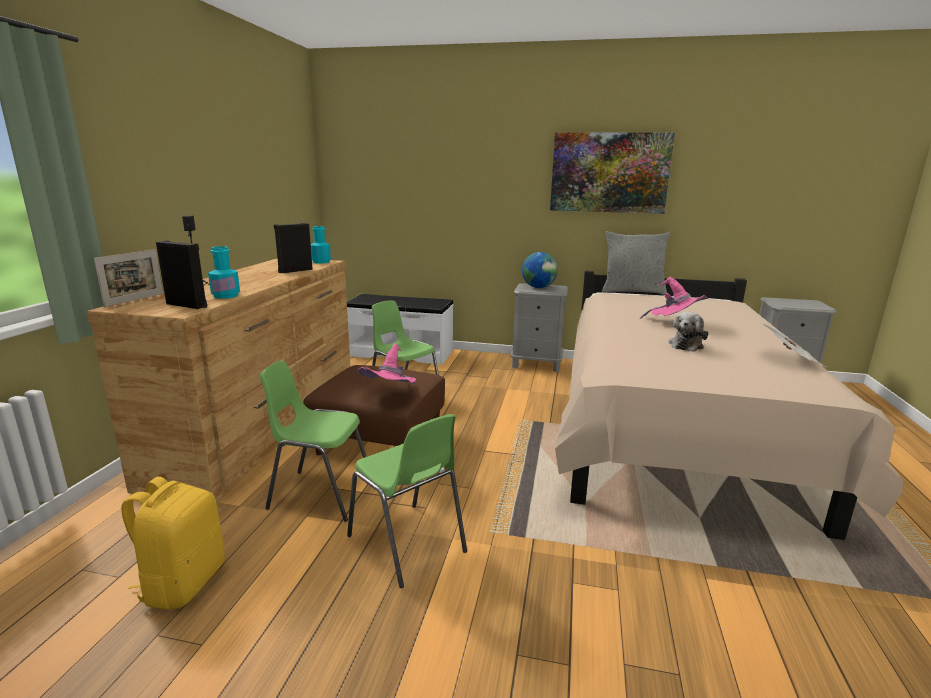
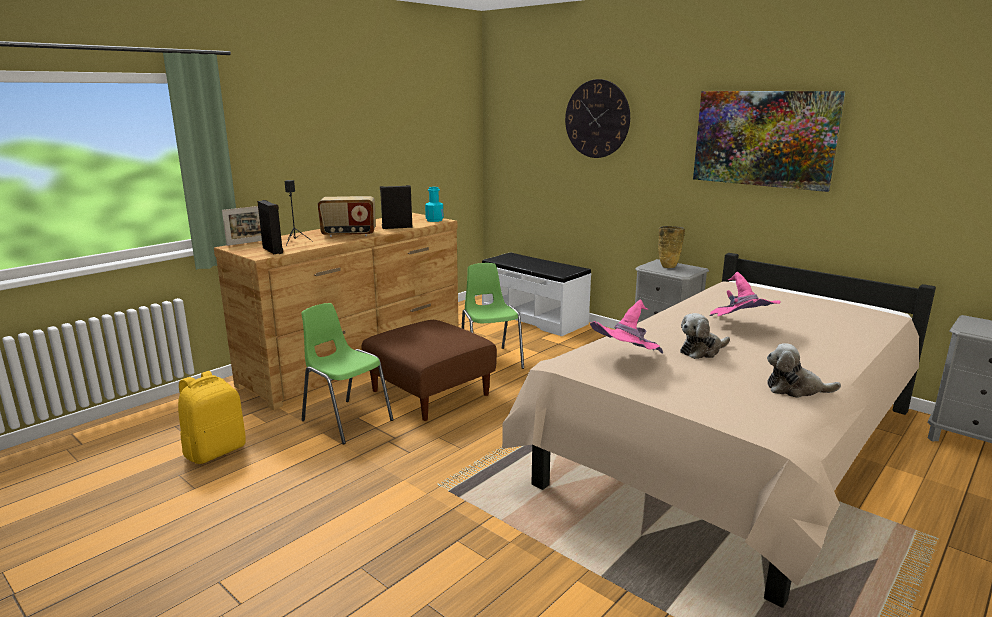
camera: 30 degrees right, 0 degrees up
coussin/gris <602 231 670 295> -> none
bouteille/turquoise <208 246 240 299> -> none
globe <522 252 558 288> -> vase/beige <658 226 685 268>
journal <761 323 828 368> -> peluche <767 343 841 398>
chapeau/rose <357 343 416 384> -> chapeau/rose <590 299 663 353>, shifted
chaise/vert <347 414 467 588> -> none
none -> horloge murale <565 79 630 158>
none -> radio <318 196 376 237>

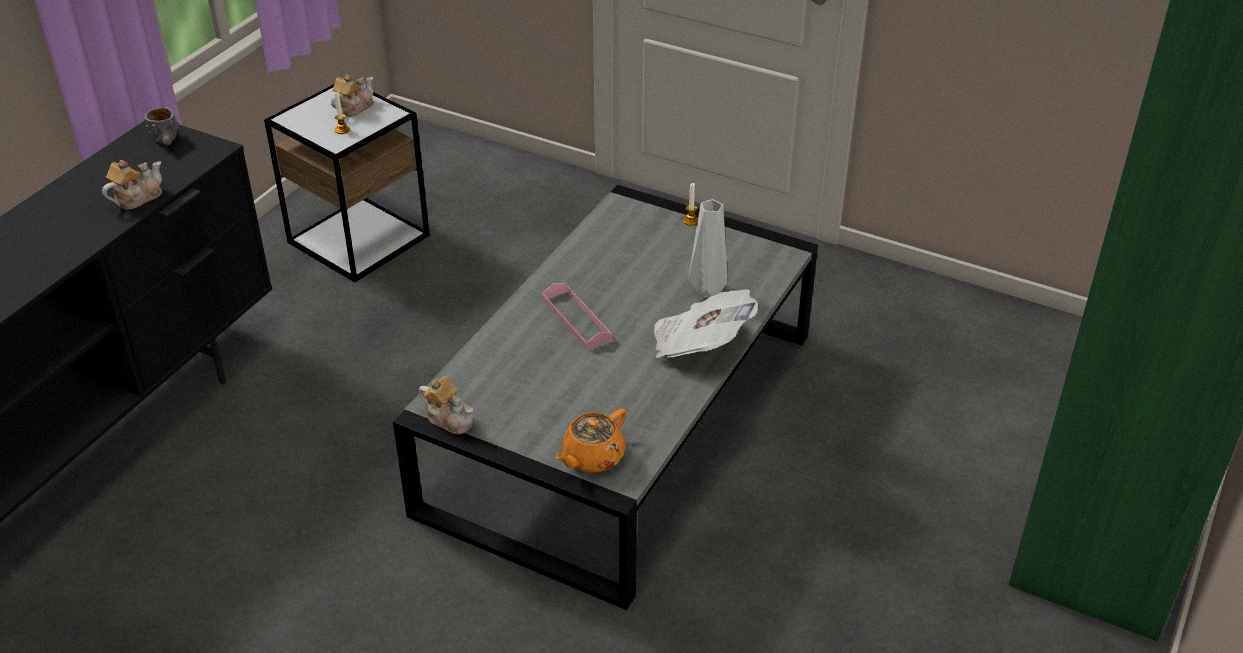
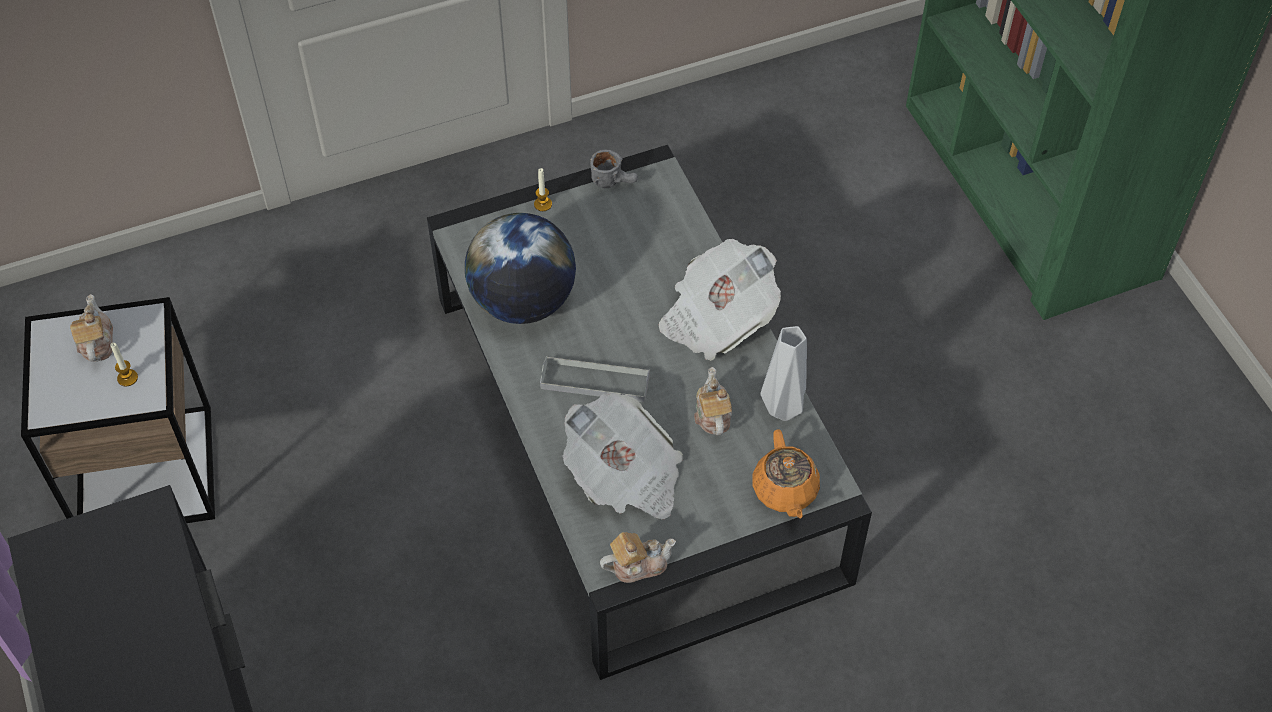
camera: 50 degrees left, 15 degrees up
mug/gris <144 107 179 145> -> mug/gris <590 150 638 188>, shifted
théière <102 160 162 210> -> théière <694 367 732 435>, shifted
vase/gris <688 199 727 298> -> vase/gris <760 326 807 421>, shifted
plateau/rose <542 283 612 350> -> plateau/gris <540 356 650 403>
none -> globe <465 213 576 324>
none -> journal <562 393 683 519>

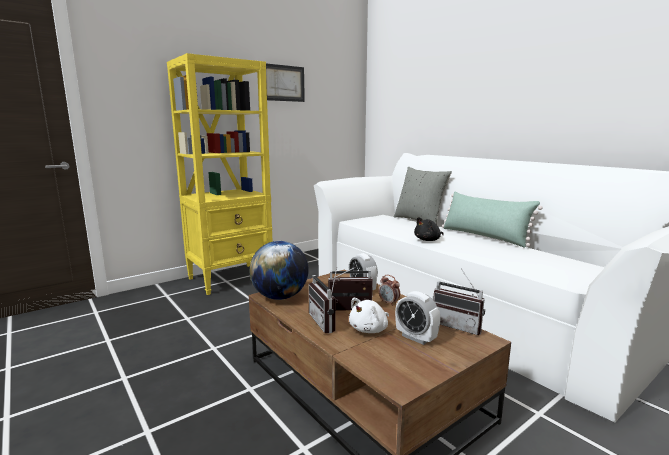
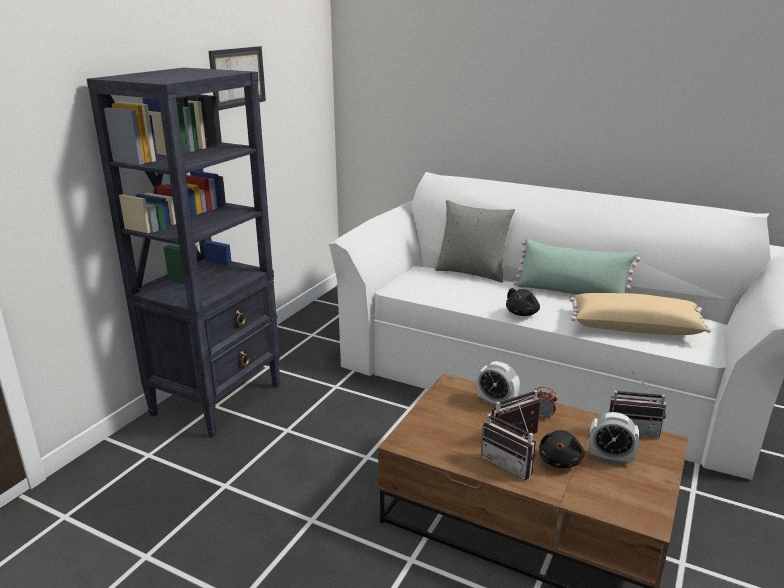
camera: 25 degrees left, 10 degrees up
bibliothèque/jaune <167 53 273 295> -> bibliothèque/noir <87 68 280 438>
globe <250 241 309 300> -> none
peluche/blanc <349 298 389 333> -> peluche/noir <539 430 585 468>
none -> coussin/beige <570 293 711 335>

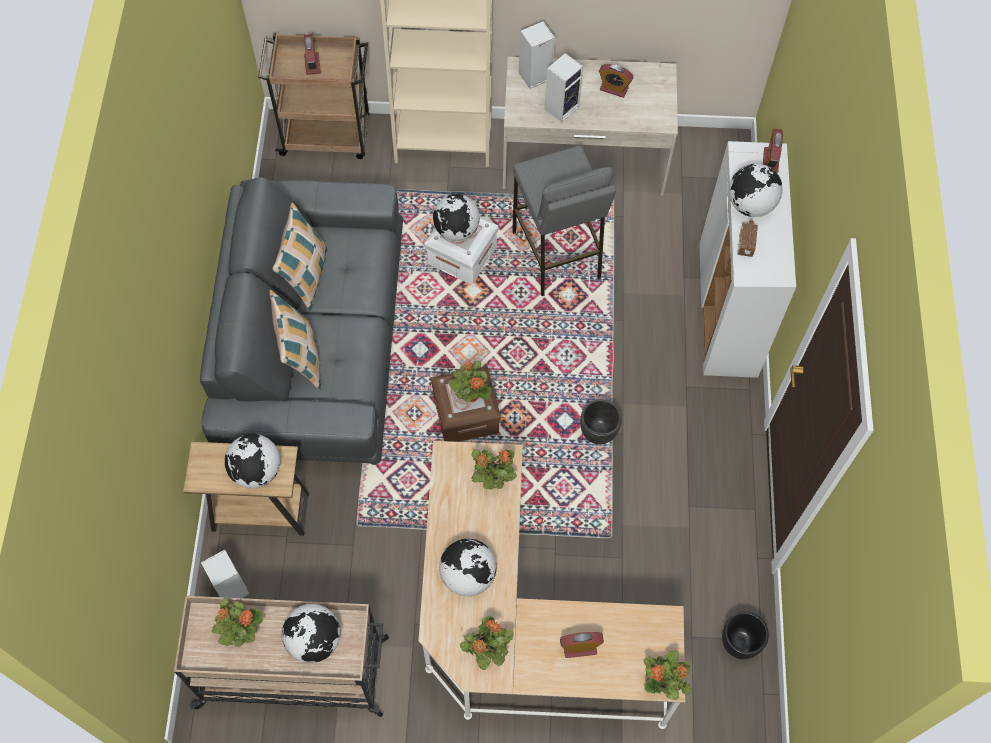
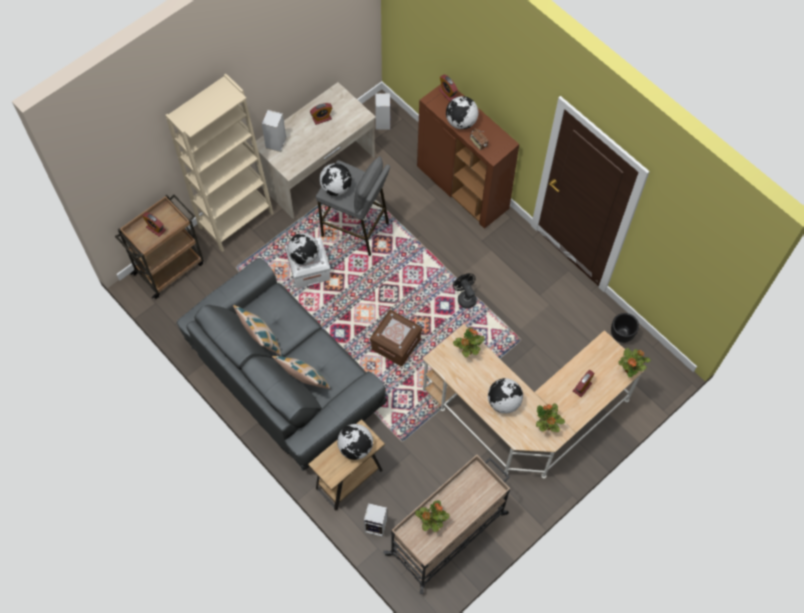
camera: 45 degrees left, 0 degrees up
enceinte <544 53 583 122> -> enceinte <375 93 390 130>, shifted
meuble de rangement/blanc <699 141 796 378> -> meuble de rangement/marron <417 84 519 229>
plante en pot <449 361 491 402> -> none
cache-pot/noir <580 399 622 444> -> ventilateur/noir <453 273 477 309>
globe <282 604 341 663> -> globe <319 163 352 196>, shifted

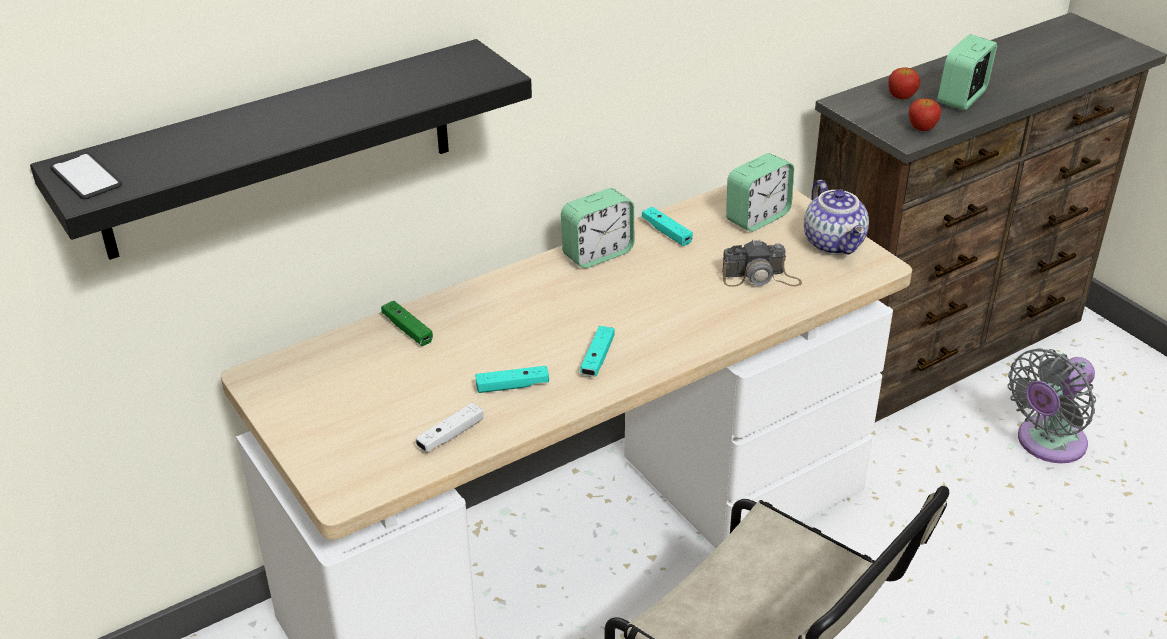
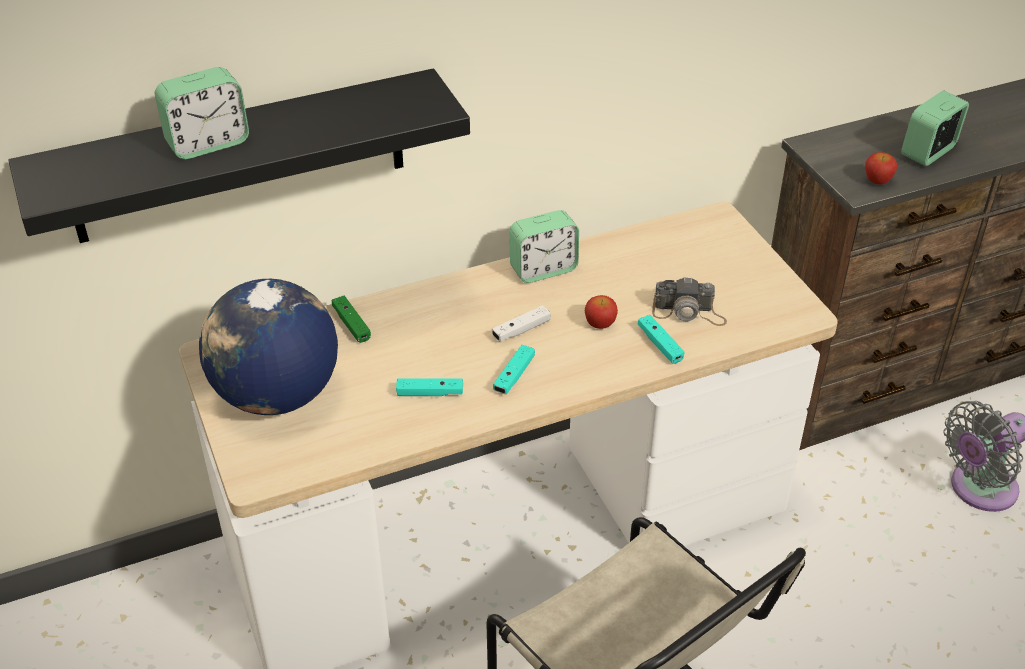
camera: 10 degrees right, 5 degrees up
pomme <888 68 920 99> -> pomme <585 295 618 329>, shifted
téléphone <50 152 122 199> -> none
réveil <726 153 794 232> -> réveil <155 67 249 159>, shifted
théière <804 180 869 255> -> none
manette/turquoise <642 207 693 246> -> manette/turquoise <638 315 684 364>, shifted
manette/blanc <416 403 484 452> -> manette/blanc <492 305 551 342>, shifted
none -> globe <199 279 338 415>

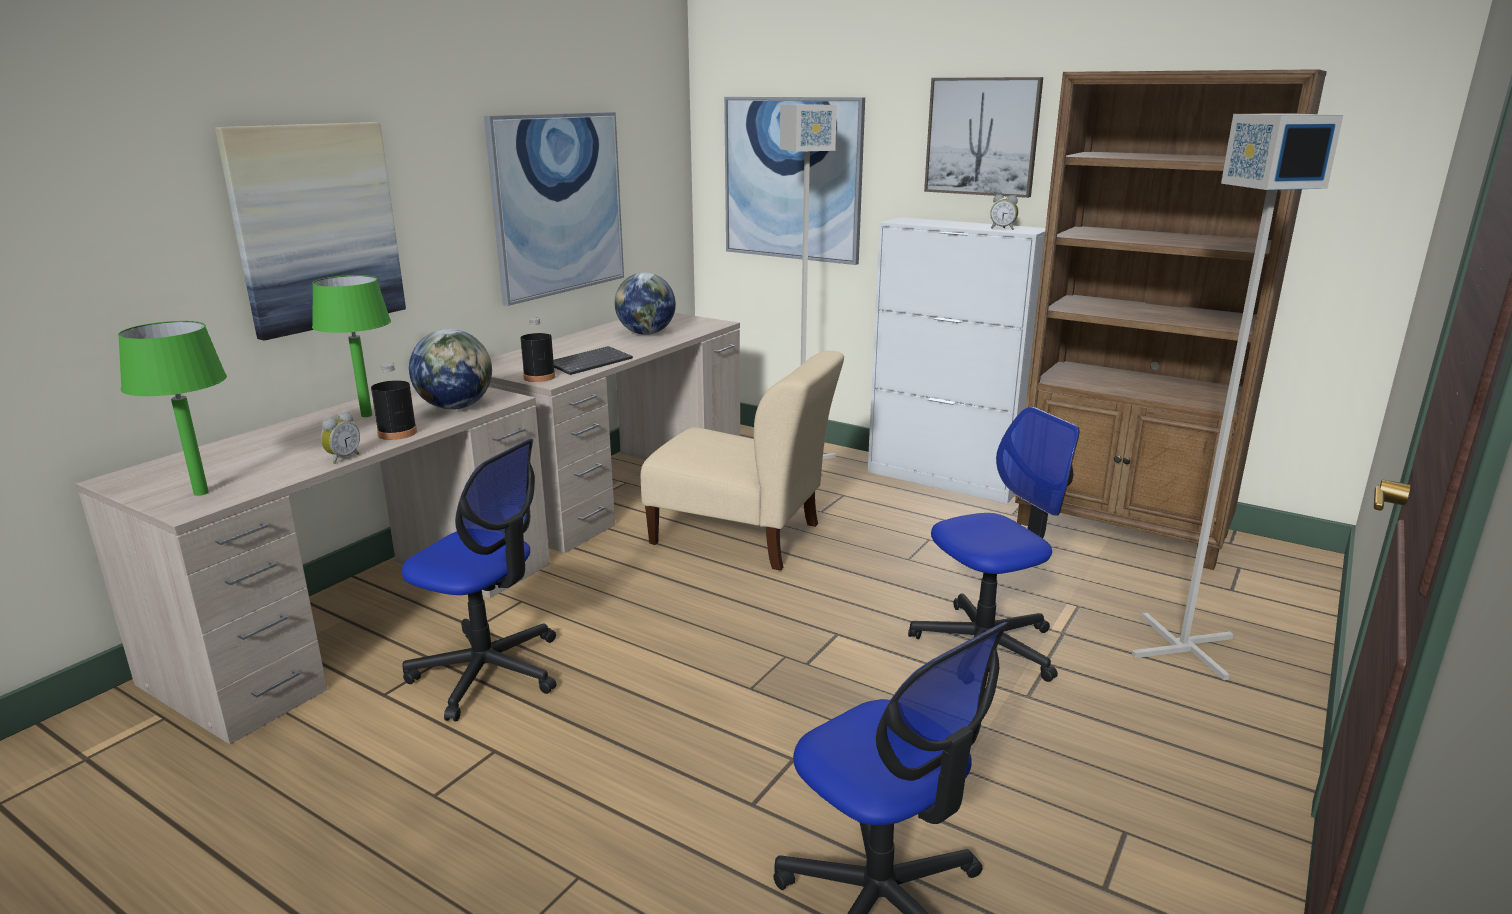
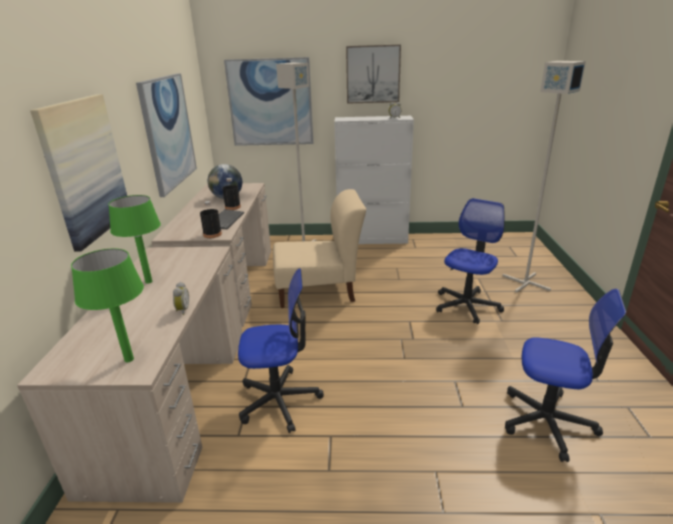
camera: 30 degrees left, 5 degrees up
bibliothèque/marron <1015 69 1327 570> -> none
globe <409 329 492 410> -> none
bouteille/noir <371 363 417 440> -> bouteille/noir <222 178 241 210>, shifted

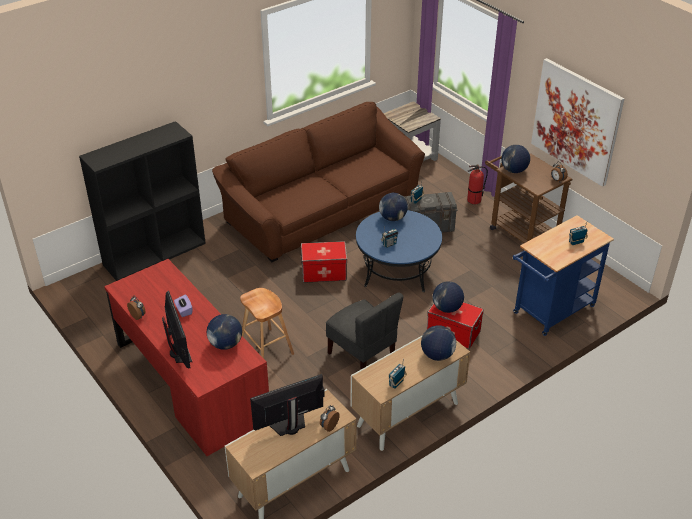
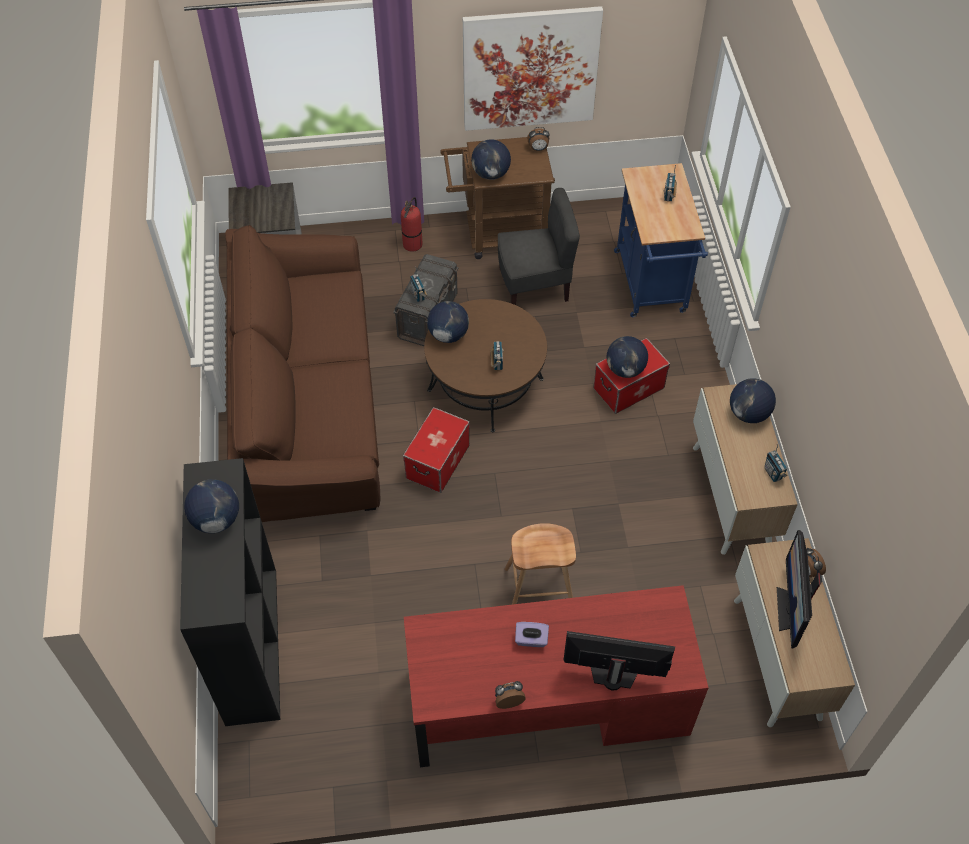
camera: 60 degrees left, 15 degrees up
table basse/bleu <356 210 442 292> -> table basse/marron <424 299 547 432>
chaise/gris <326 292 403 370> -> chaise/gris <498 188 580 305>, shifted
globe <207 314 242 350> -> globe <184 479 239 533>, shifted

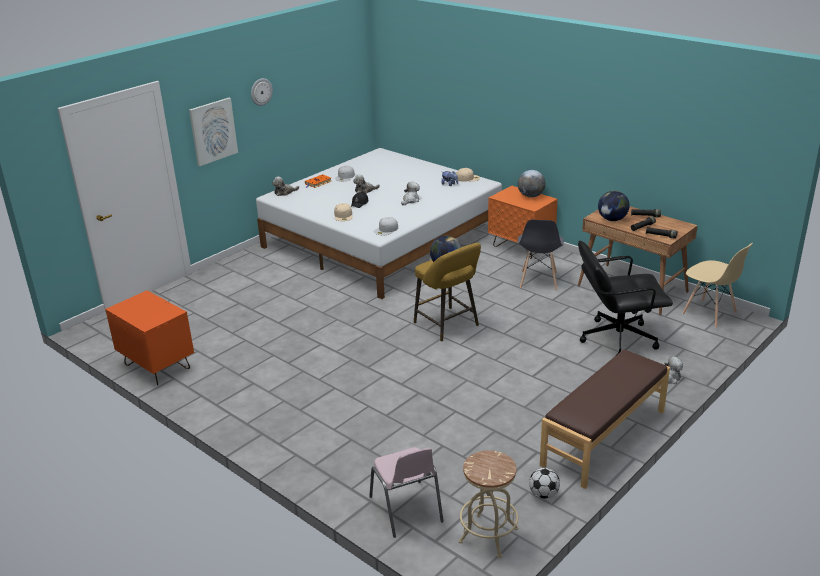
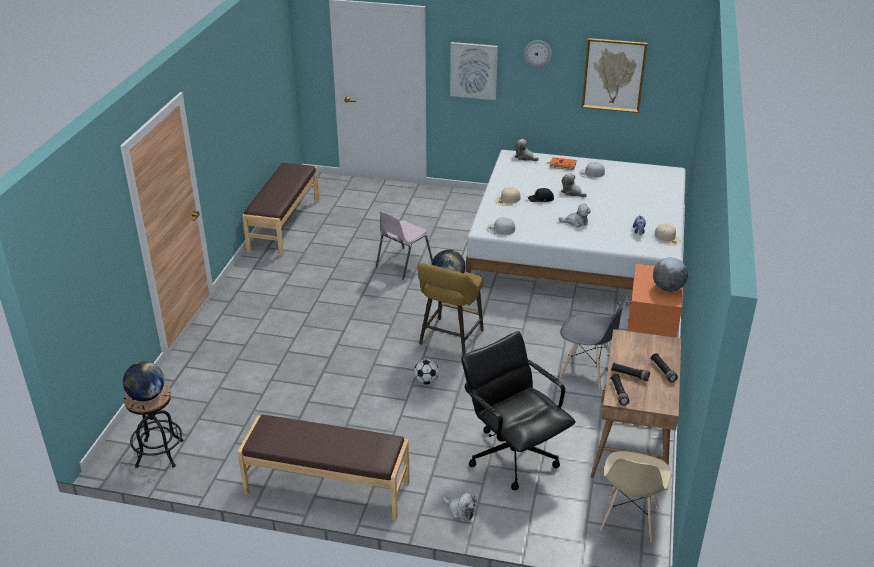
camera: 60 degrees right, 5 degrees up
globe <598 191 629 221> -> globe <123 361 164 401>, shifted
chaise/gris <518 220 564 290> -> chaise/gris <560 295 628 388>, 135 degrees counterclockwise
table de chevet/orange <105 290 194 385> -> banc/marron <242 163 320 256>
chaise/rose <369 447 444 538> -> chaise/rose <376 211 433 280>, shifted
tabouret/beige <459 450 518 558> -> tabouret/noir <124 384 184 468>
ballon de foot <529 468 560 499> -> ballon de foot <414 359 439 384>, shifted
none -> tableau <582 38 648 113>

